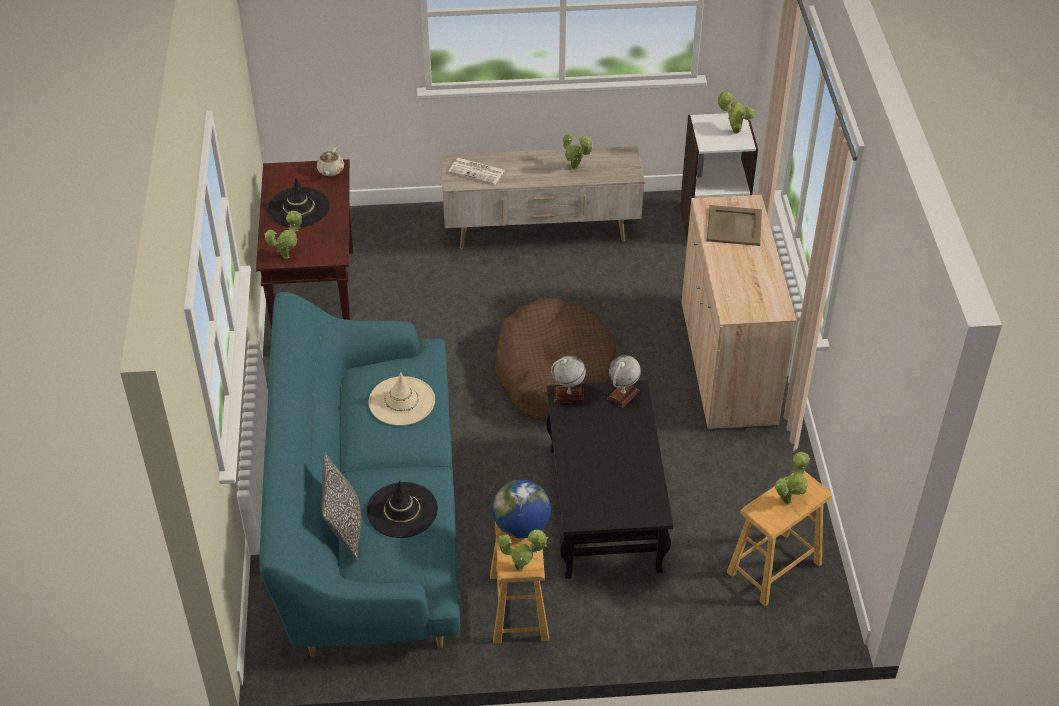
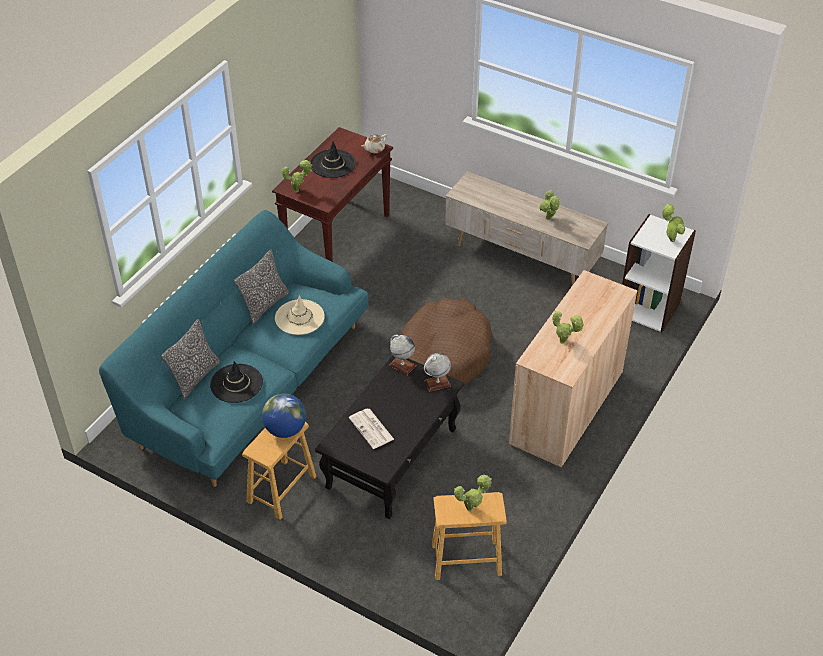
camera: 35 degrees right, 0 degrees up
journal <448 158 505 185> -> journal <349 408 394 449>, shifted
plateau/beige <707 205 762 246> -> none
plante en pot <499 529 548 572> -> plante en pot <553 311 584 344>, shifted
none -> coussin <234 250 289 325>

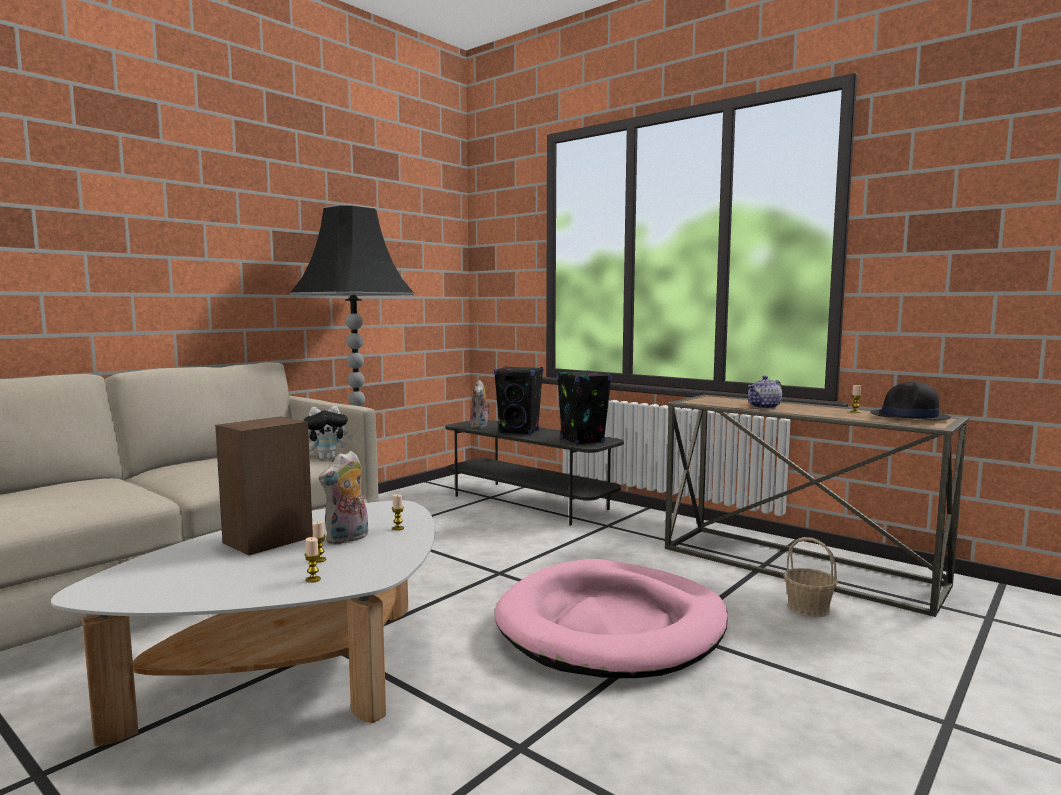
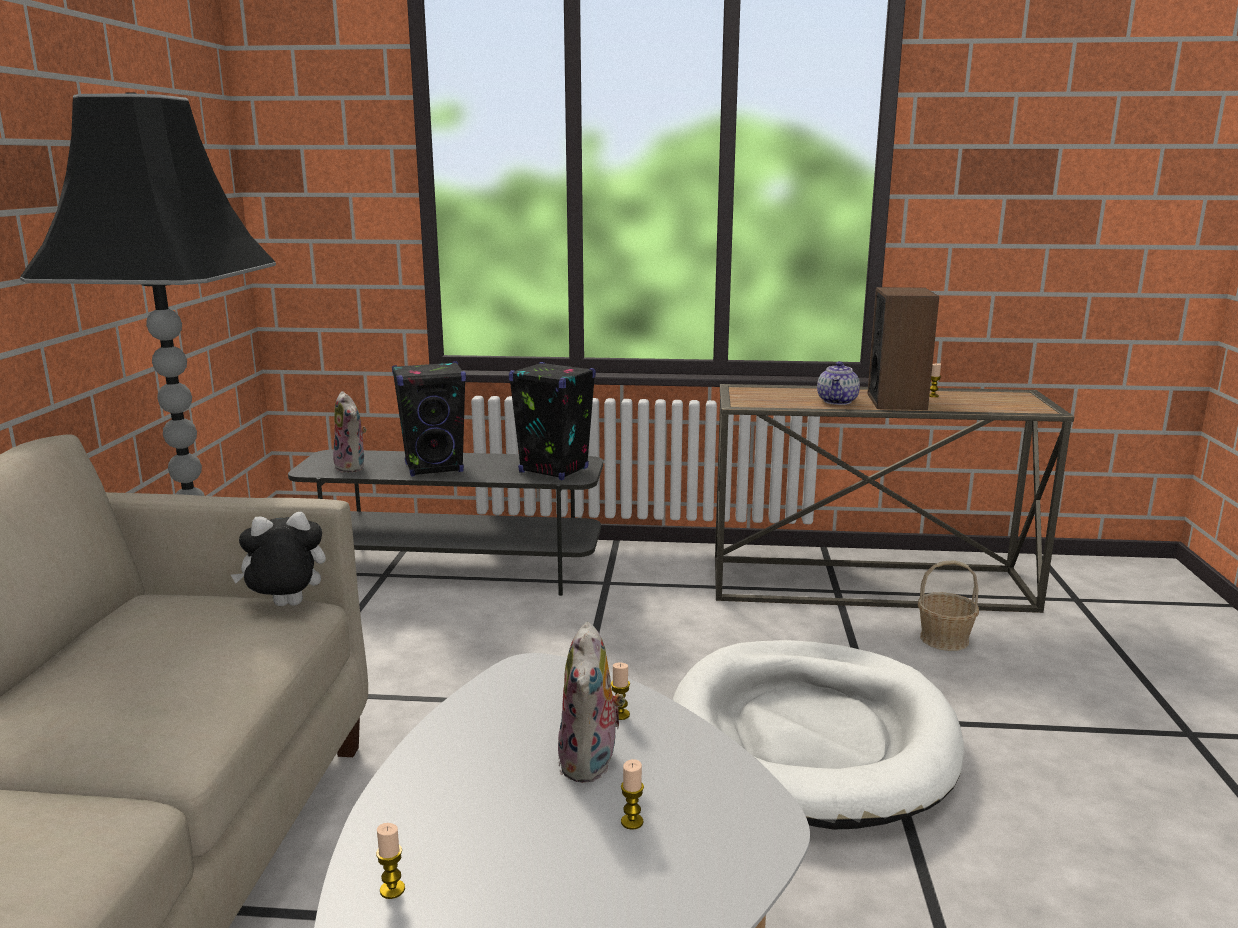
camera: 35 degrees left, 10 degrees up
chapeau/noir <870 382 951 420> -> none
peluche <303 406 353 460> -> peluche <231 511 326 606>, 135 degrees counterclockwise
enceinte <215 416 313 555> -> enceinte <867 287 939 410>, shifted
bougie <305 537 321 583> -> bougie <376 823 405 899>, shifted
panier pour chien/rose <494 559 728 678> -> panier pour chien/blanc <673 640 964 829>

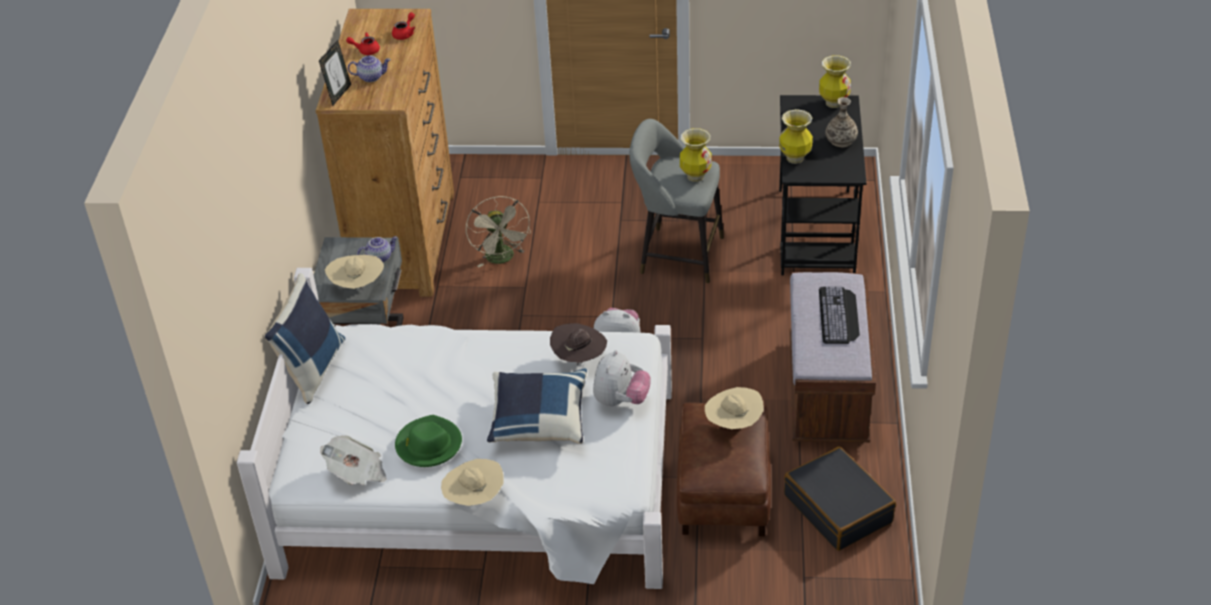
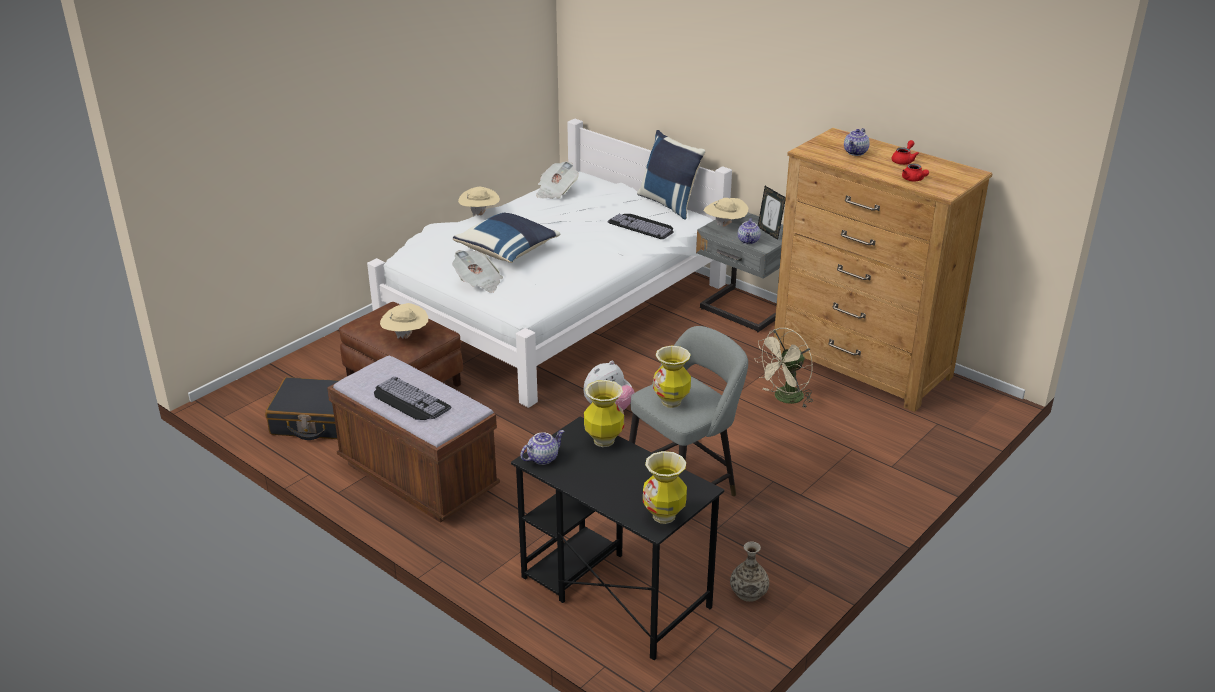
camera: 125 degrees right, 10 degrees down
cadre photo <319 40 351 106> -> cadre photo <758 186 786 240>, shifted
vase <825 97 858 148> -> vase <730 542 769 602>, shifted
ventilateur/beige <466 196 531 267> -> ventilateur/beige <754 328 813 407>, 60 degrees counterclockwise
chapeau/marron <550 323 607 366> -> none
peluche <593 350 651 407> -> journal <452 250 503 293>
chapeau/vert <395 415 462 467> -> none
none -> clavier <608 214 674 239>
none -> théière <520 430 564 465>

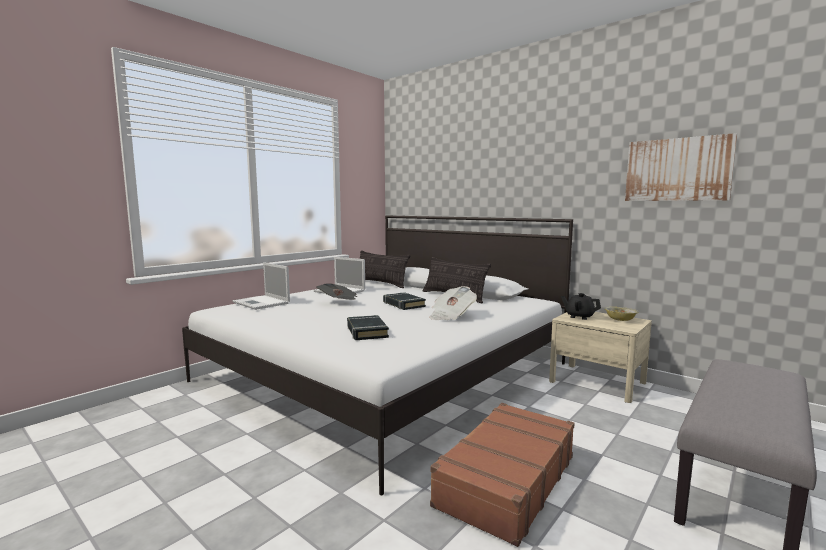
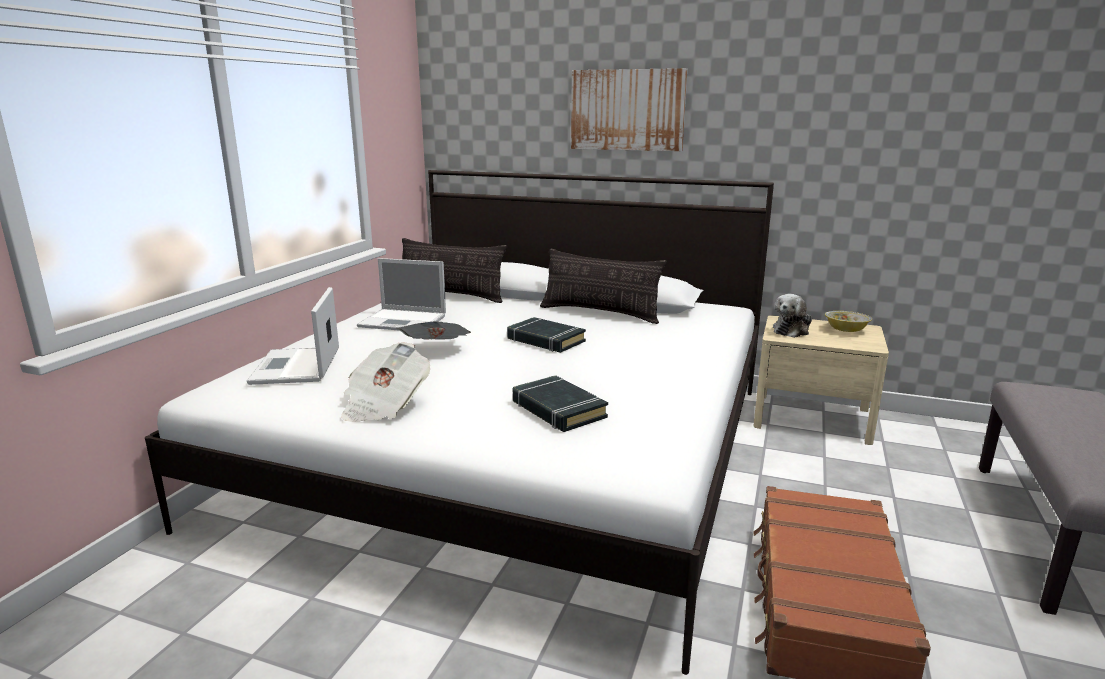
camera: 20 degrees left, 10 degrees up
tableau <625 133 737 201> -> tableau <571 68 687 151>, shifted
ordinateur portable <233 262 290 310> -> ordinateur portable <247 287 339 385>, 60 degrees clockwise
journal <429 286 477 320> -> journal <341 342 430 422>, shifted
théière/noir <561 293 601 320> -> peluche <773 294 812 338>

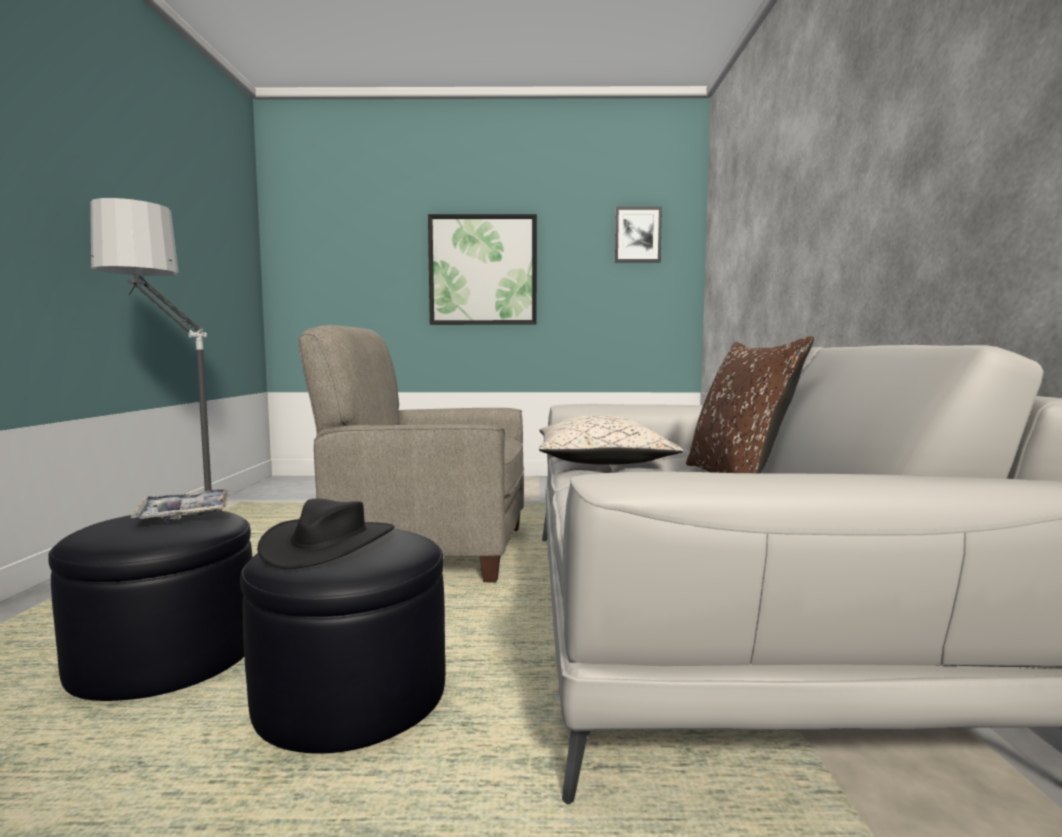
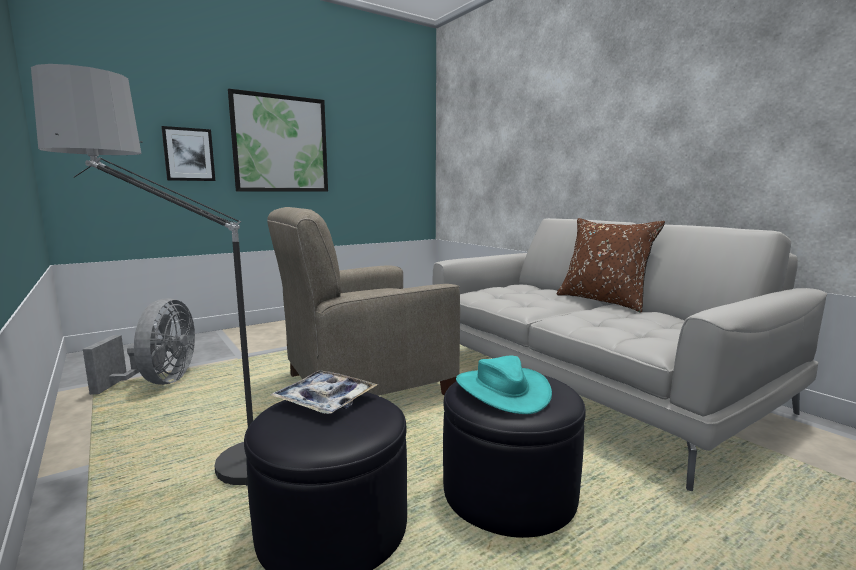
camera: 35 degrees left, 5 degrees up
tableau <614 206 662 263> -> tableau <161 126 215 181>, shifted
coussin/beige <539 415 683 465> -> none
chapeau/noir <257 499 395 569> -> chapeau/turquoise <456 356 552 414>
none -> ventilateur/gris <83 298 195 395>

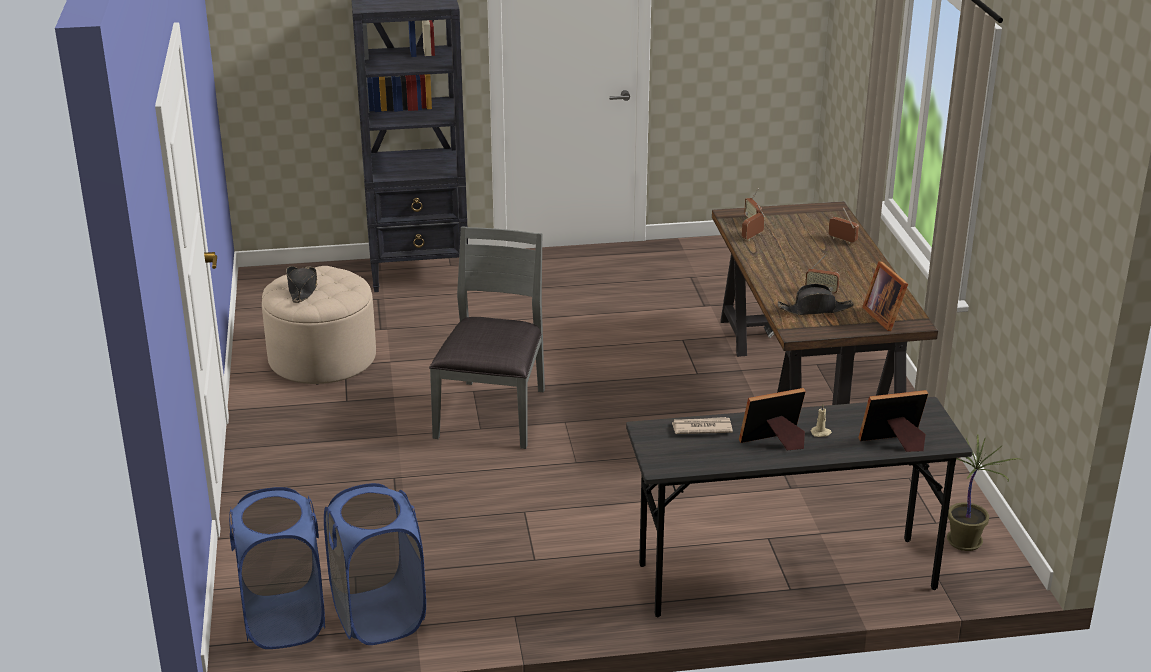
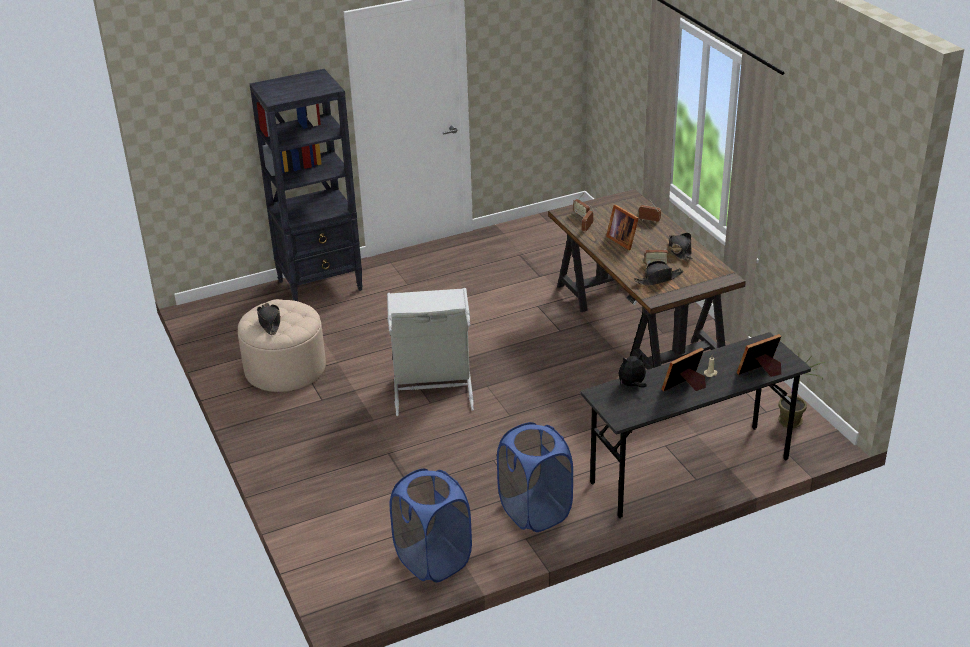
camera: 15 degrees left, 5 degrees up
chaise/gris <429 226 545 449> -> panier à linge/gris <387 288 474 416>
cadre photo <862 261 908 331> -> cadre photo <606 205 639 250>, shifted
journal <671 417 733 434> -> peluche <618 354 647 388>
panier à linge/bleu <229 487 325 649> -> panier à linge/bleu <497 422 573 532>, shifted
none -> chapeau/noir <669 233 693 260>

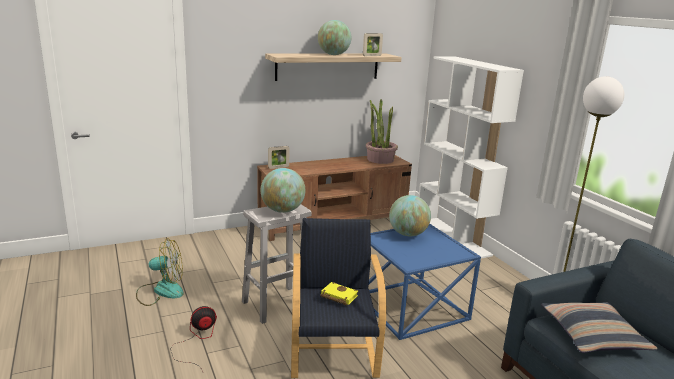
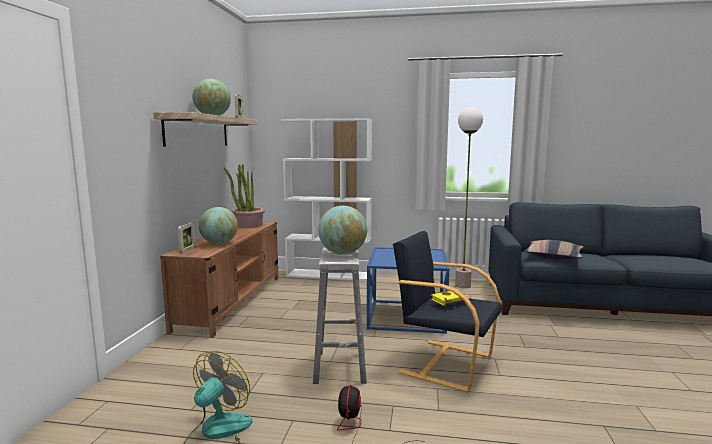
camera: 55 degrees left, 10 degrees down
globe <389 195 431 236> -> globe <199 207 238 244>, shifted

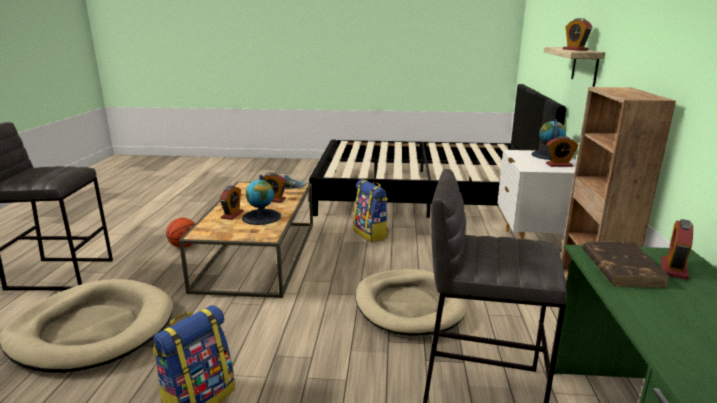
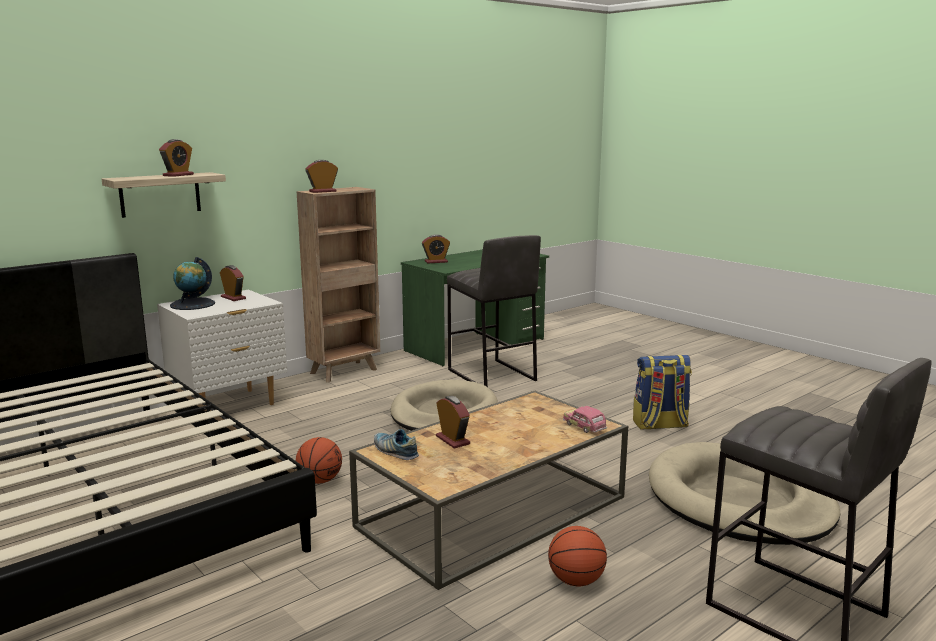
camera: 135 degrees left, 5 degrees down
globe <242 175 281 225> -> none
sac à dos <353 179 389 242> -> ballon de basket <296 437 342 484>
réveil <220 186 244 220> -> réveil <305 160 338 193>, shifted
livre/marron <582 241 671 288> -> none
none -> petite voiture <563 406 607 433>

